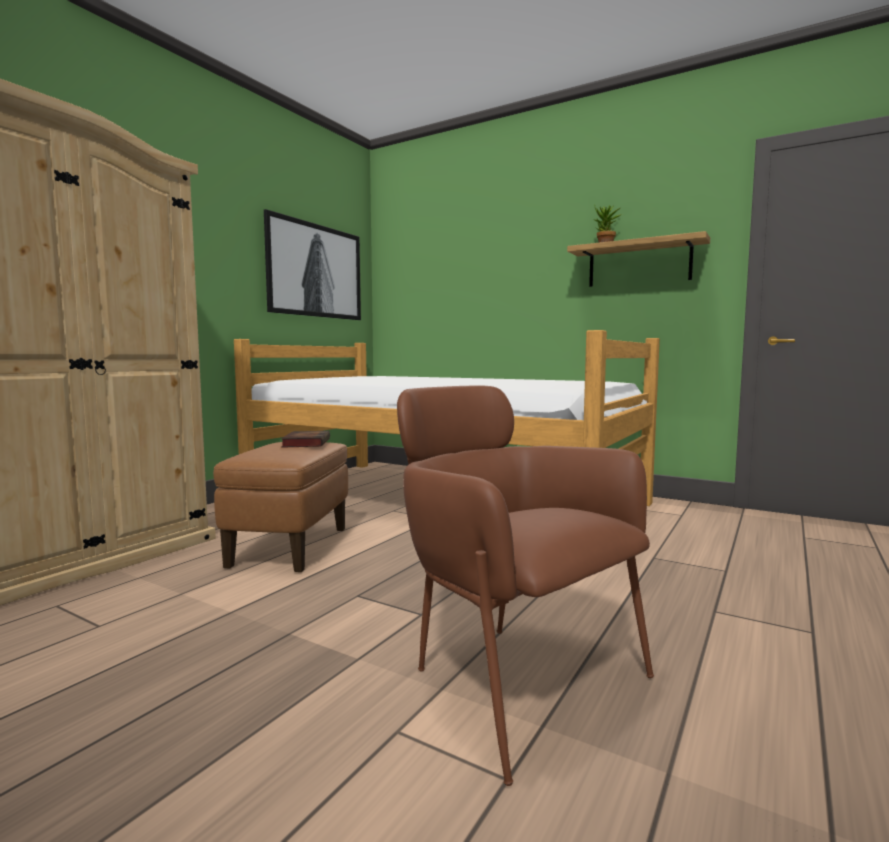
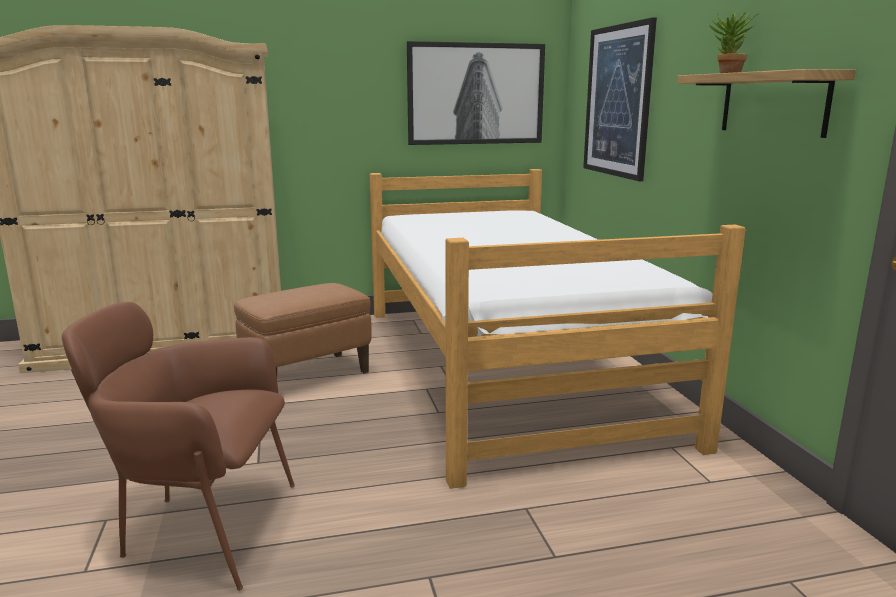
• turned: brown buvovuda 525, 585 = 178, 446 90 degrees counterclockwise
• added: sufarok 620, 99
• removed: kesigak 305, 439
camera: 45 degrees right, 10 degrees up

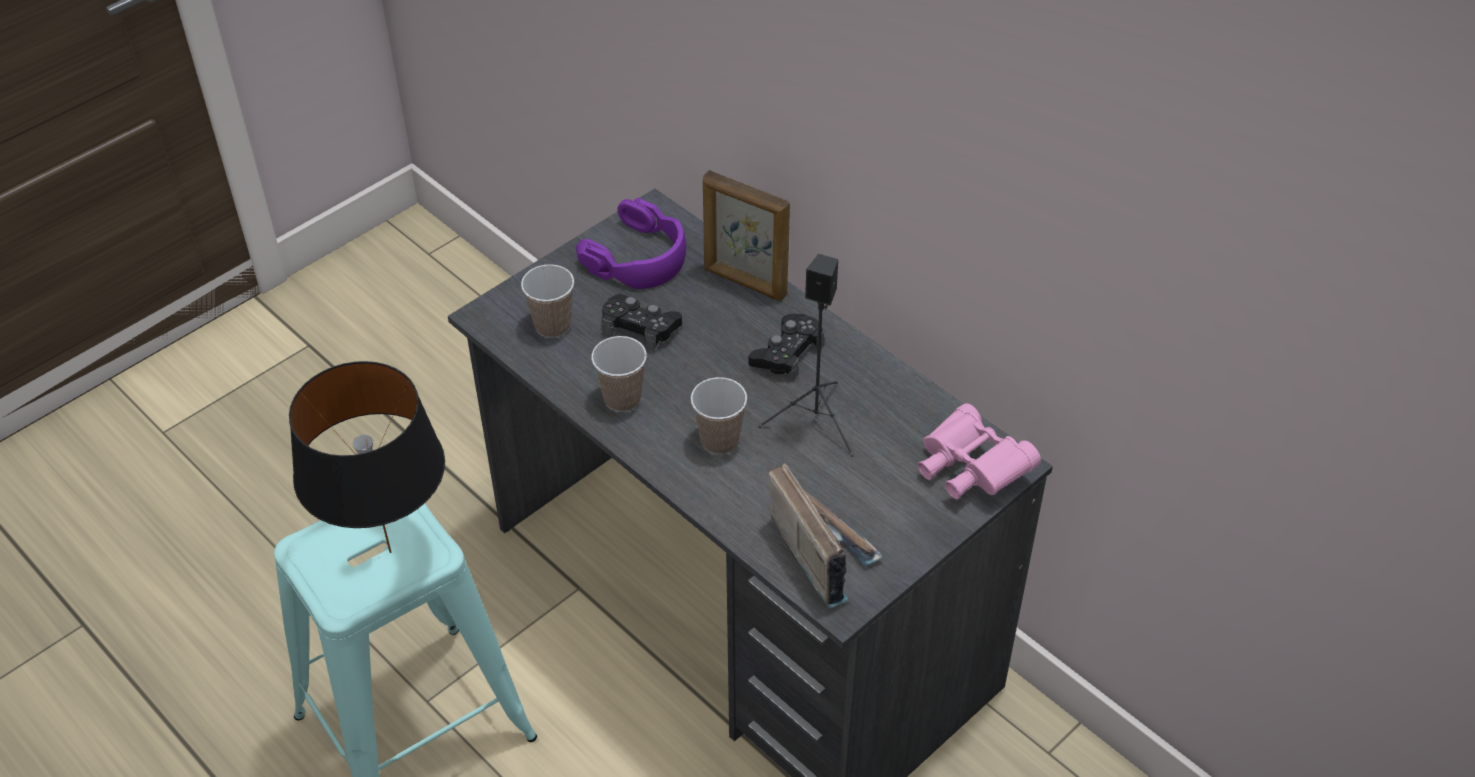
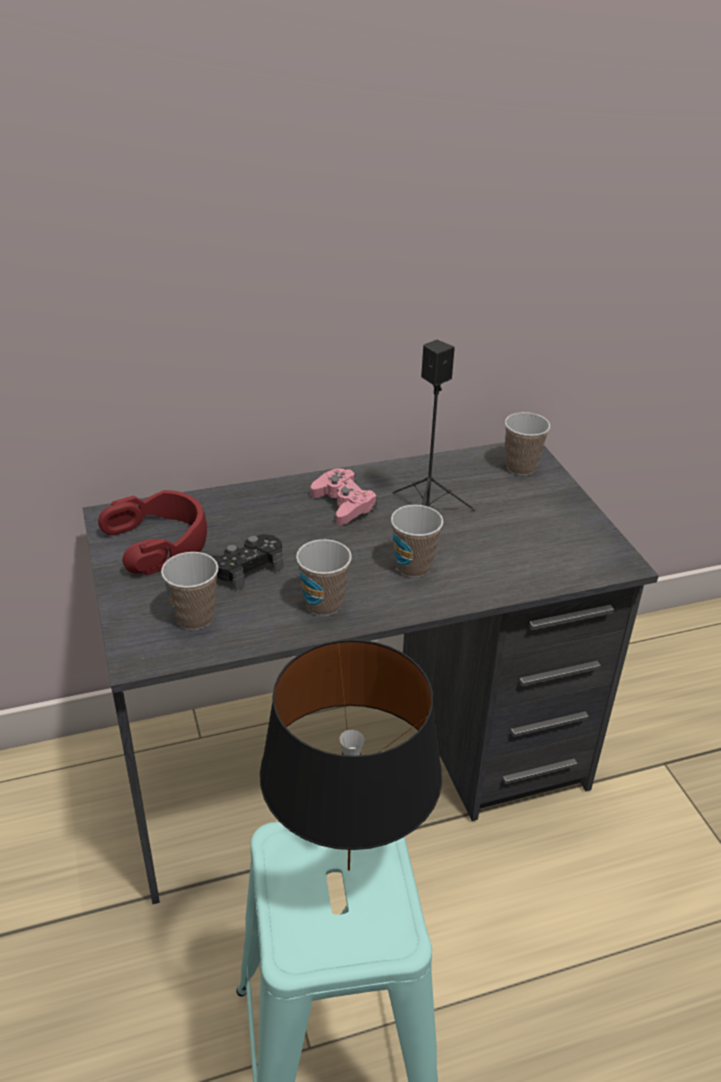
• recoloured: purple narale 631, 243 to red narale 152, 532
• recoloured: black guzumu 786, 347 to pink guzumu 344, 497
• replaced: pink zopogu 979, 451 to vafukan 527, 444
• removed: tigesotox 746, 235
• removed: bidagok 826, 535
camera: 65 degrees left, 10 degrees down

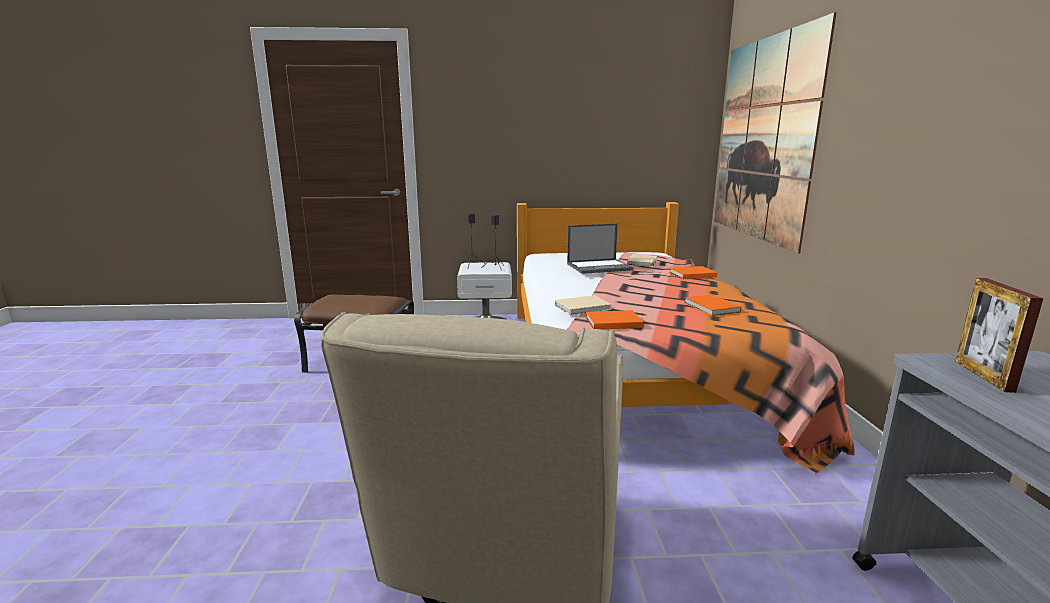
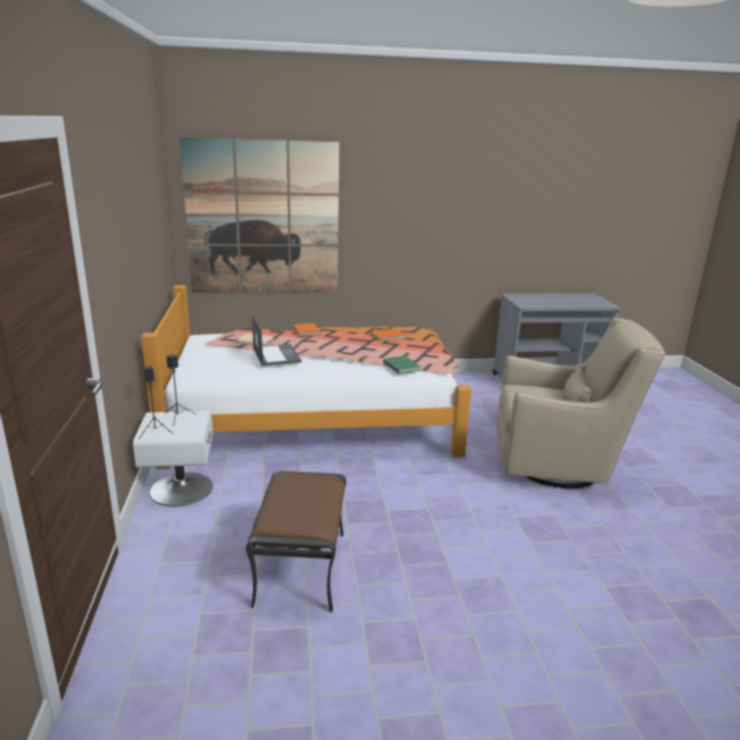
• recoloured: beige kesigak 583, 305 to green kesigak 402, 365
• removed: orange kesigak 615, 320
• removed: tigesotox 999, 335
camera: 95 degrees left, 5 degrees up

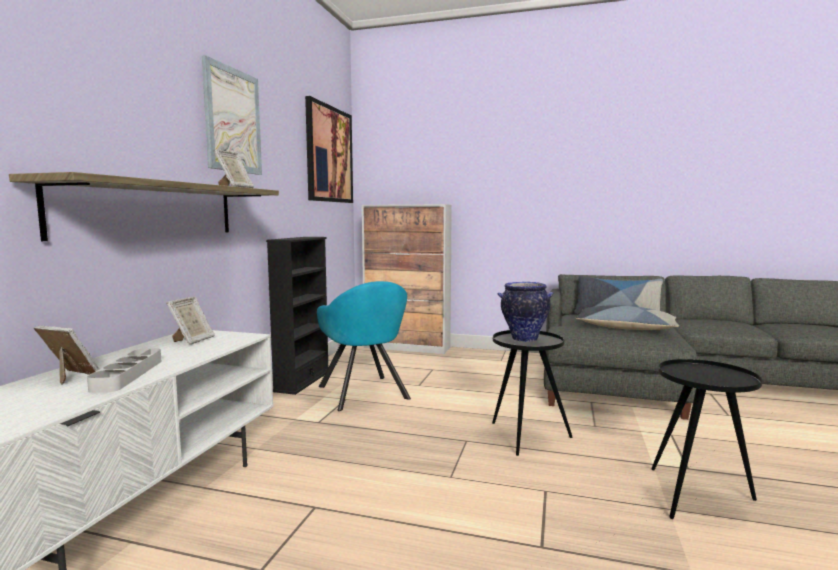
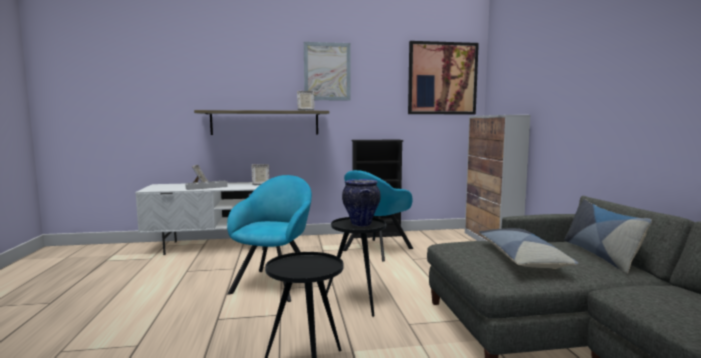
• added: turquoise buvovuda 269, 238
camera: 65 degrees right, 0 degrees up

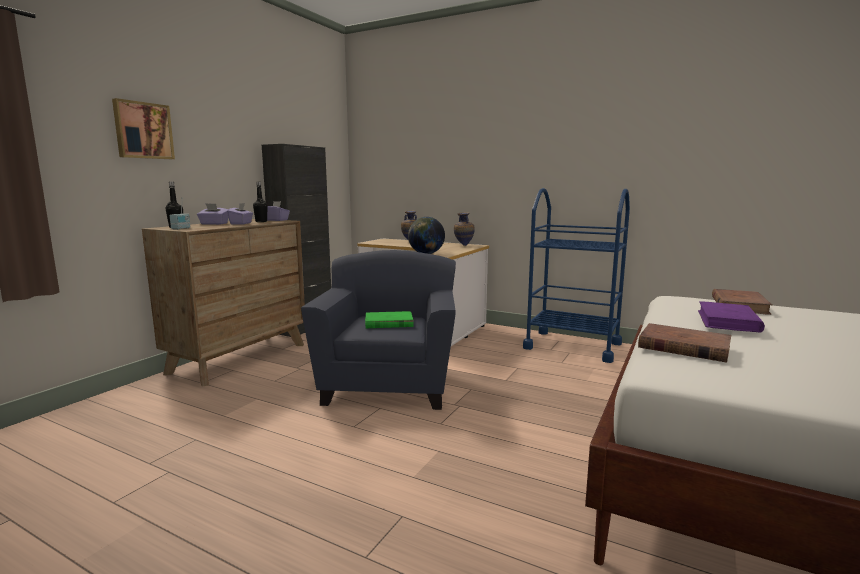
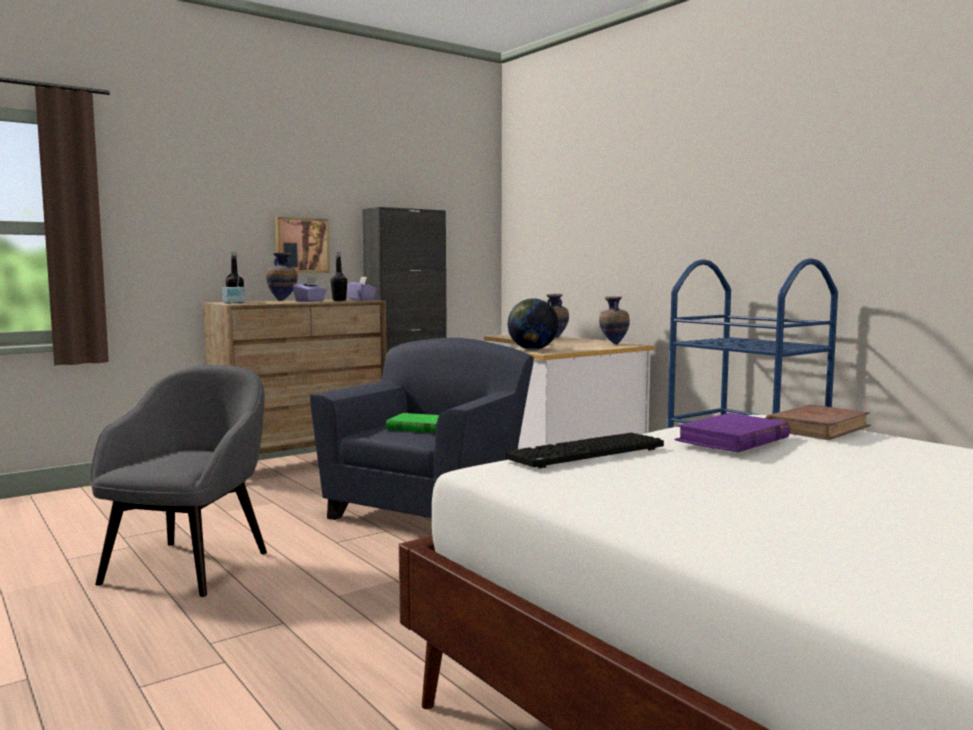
• added: grey buvovuda 179, 481
• replaced: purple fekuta 212, 214 to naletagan 281, 276
• moved: sufarok 143, 128 to 302, 245
• replaced: brown kesigak 684, 343 to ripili 584, 451
camera: 25 degrees right, 5 degrees down

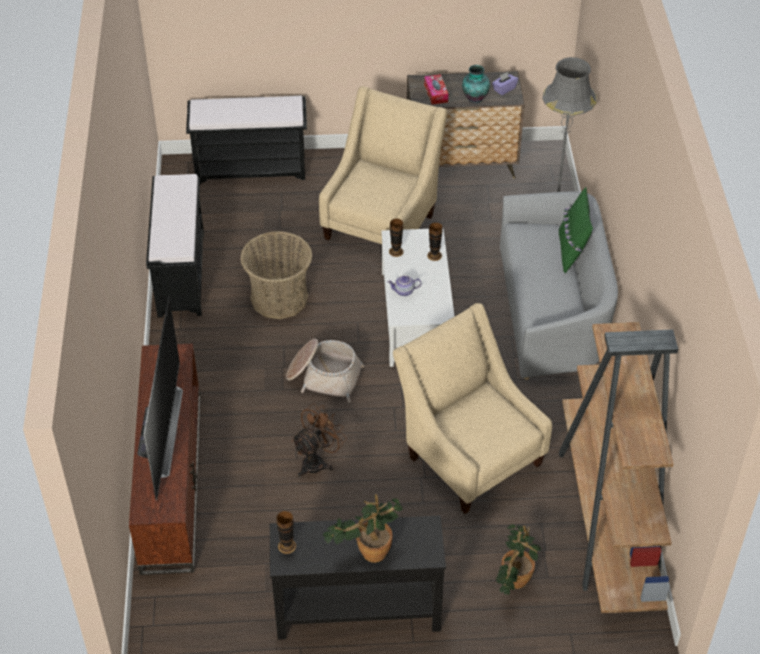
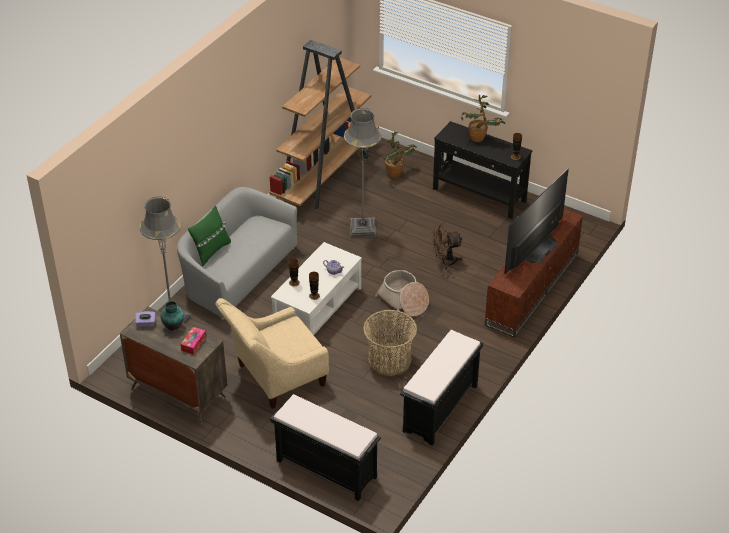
• replaced: beige buvovuda 472, 408 to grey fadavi 363, 173
camera: 145 degrees left, 5 degrees down

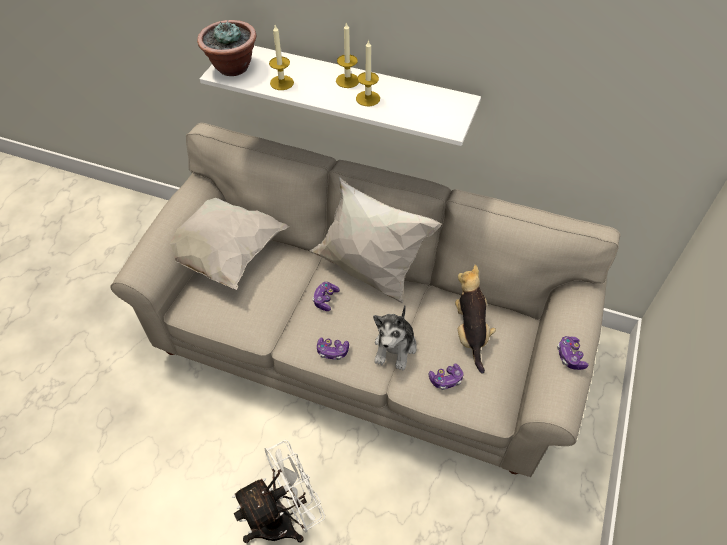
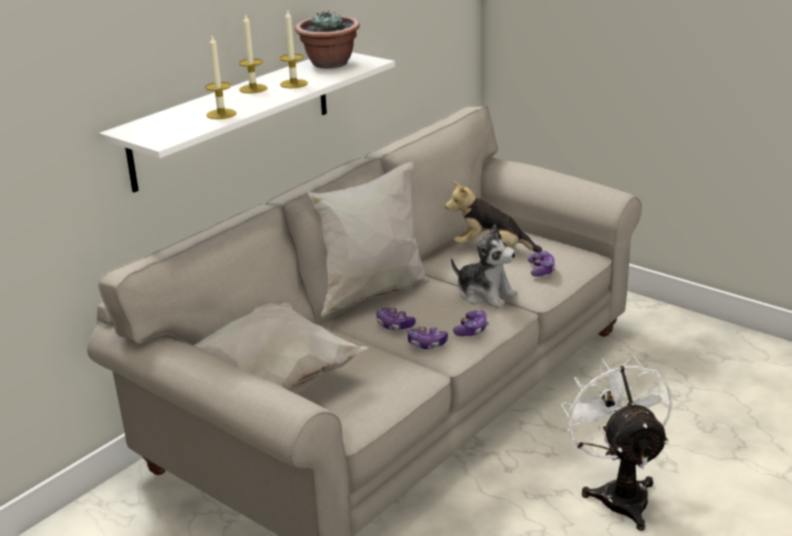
• moved: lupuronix 226, 48 to 327, 40
• moved: guzumu 573, 353 to 428, 337
camera: 70 degrees left, 25 degrees down

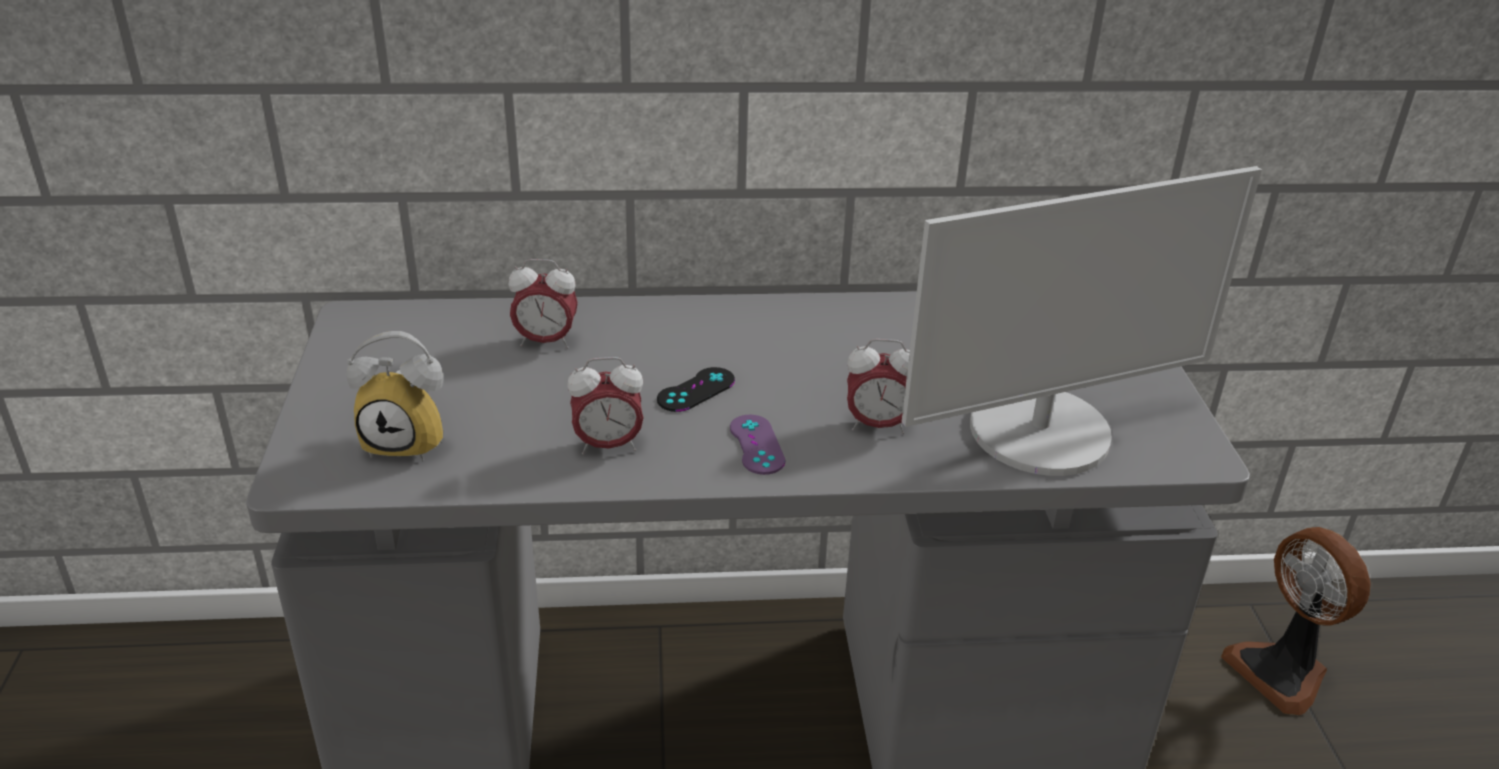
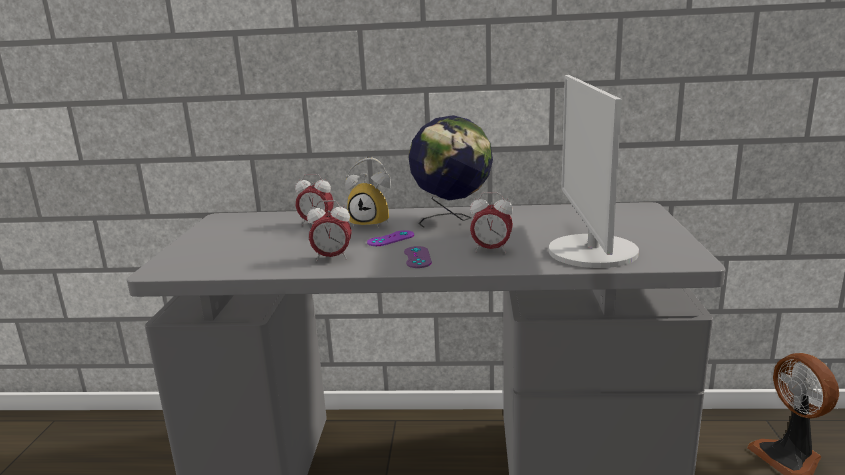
• moved: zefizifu 395, 396 to 368, 193
• recoloured: black guzumu 696, 389 to purple guzumu 390, 238
• added: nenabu 450, 171
• turned: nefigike 1082, 321 = 594, 171 105 degrees clockwise
camera: 10 degrees right, 15 degrees down

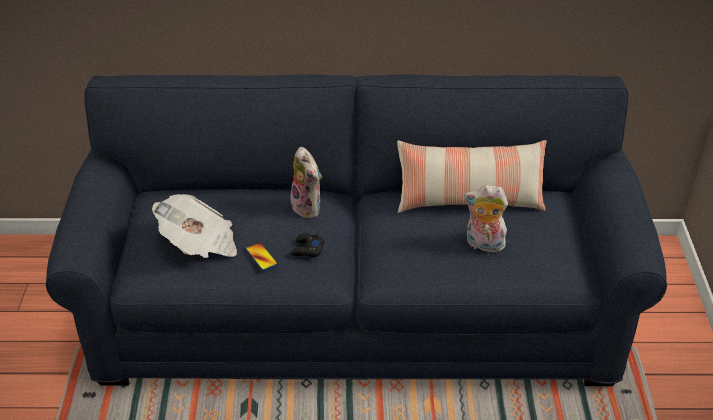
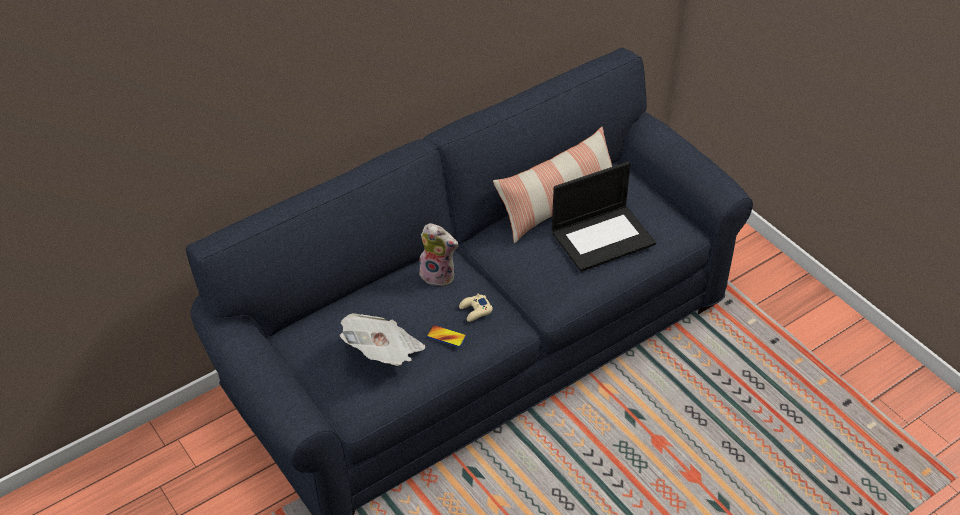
• recoloured: black guzumu 307, 245 to beige guzumu 476, 308
• replaced: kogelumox 486, 219 to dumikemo 604, 217
camera: 35 degrees left, 5 degrees up

